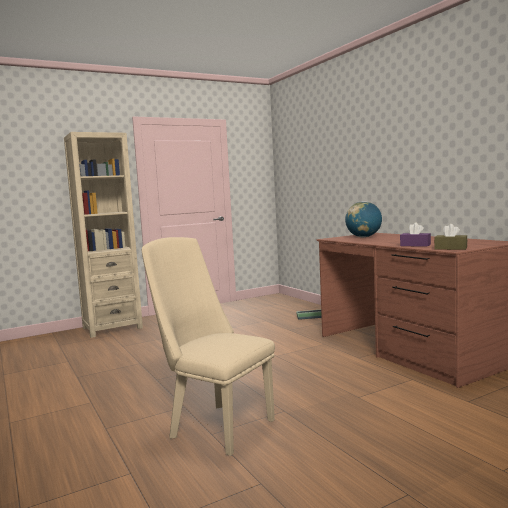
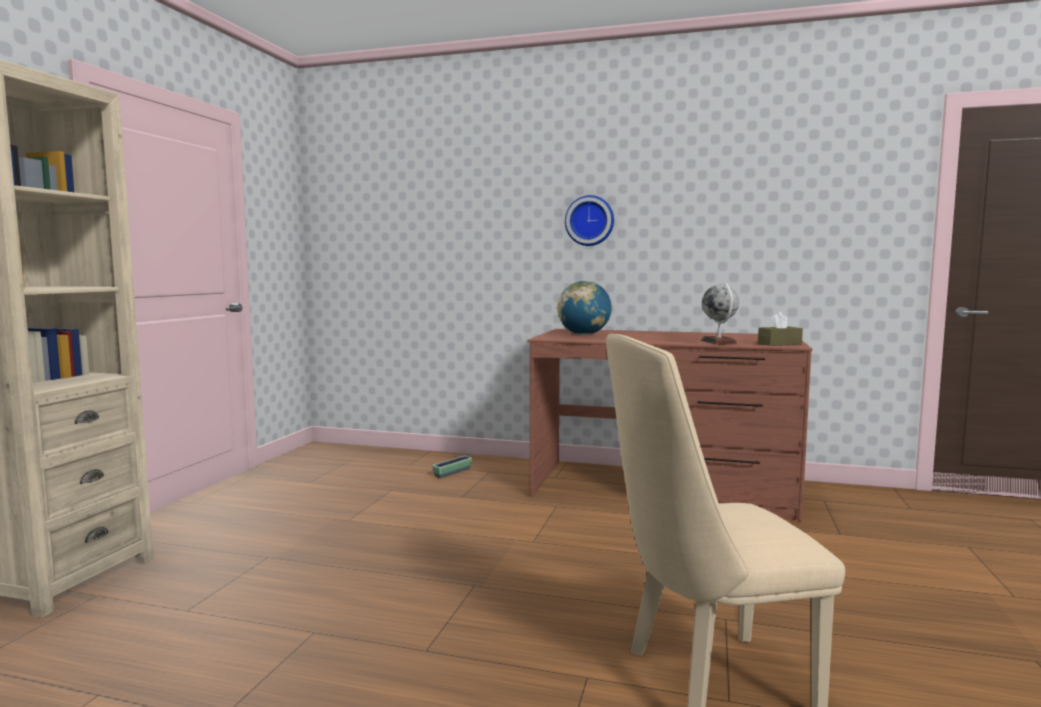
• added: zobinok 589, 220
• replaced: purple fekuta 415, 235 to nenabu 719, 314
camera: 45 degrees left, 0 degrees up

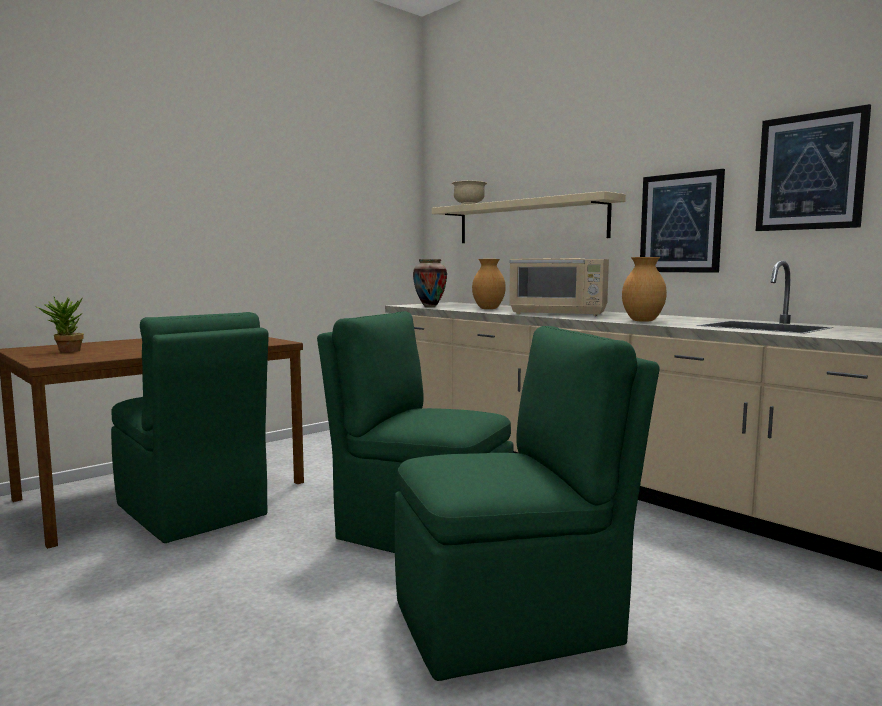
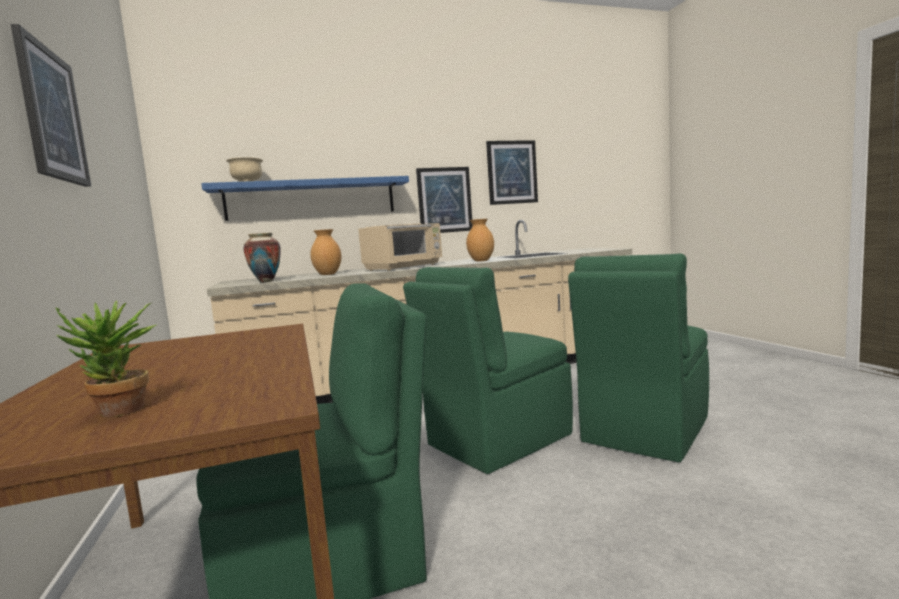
• added: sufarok 51, 105
• recoloured: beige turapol 529, 217 to blue turapol 305, 198
• turned: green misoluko 527, 503 = 638, 358 150 degrees counterclockwise
camera: 65 degrees left, 0 degrees up

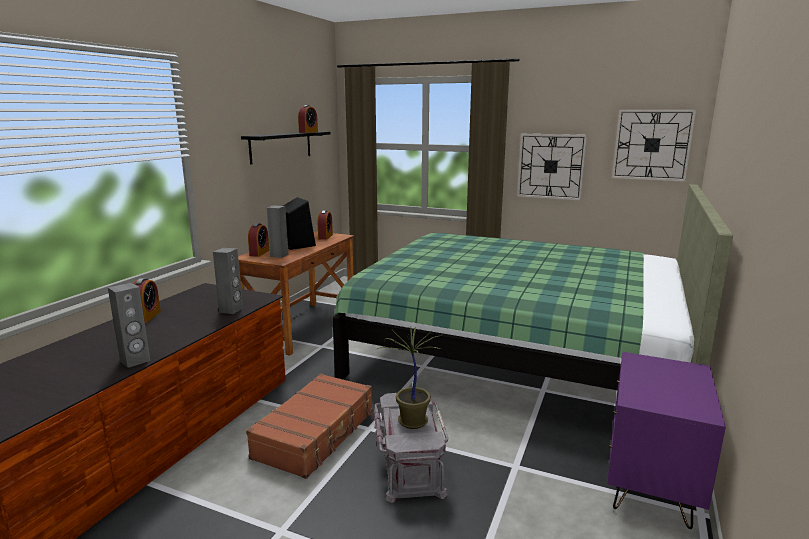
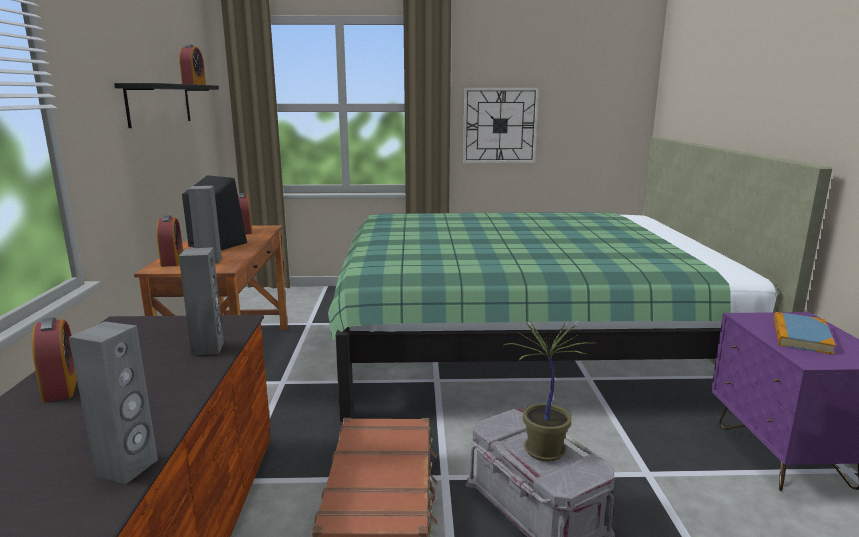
• added: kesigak 805, 333
• removed: zobinok 654, 145
camera: 25 degrees left, 0 degrees up

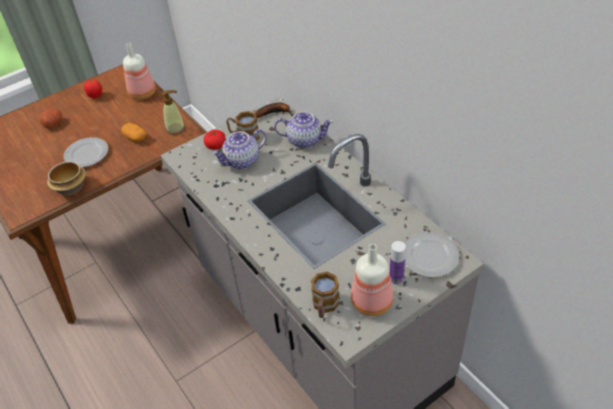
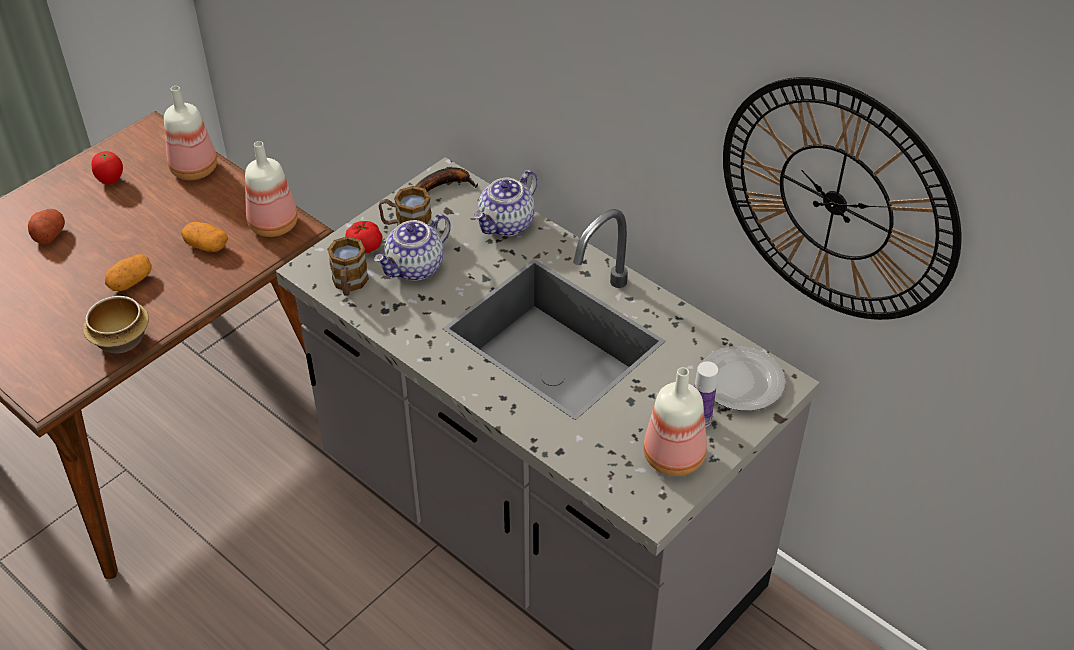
• replaced: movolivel 86, 152 to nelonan 128, 272
• replaced: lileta 173, 112 to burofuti 271, 189
• moved: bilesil 325, 295 to 348, 266
• turned: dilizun 303, 130 = 505, 203 135 degrees clockwise
• added: zobinok 842, 198
camera: 15 degrees left, 0 degrees up

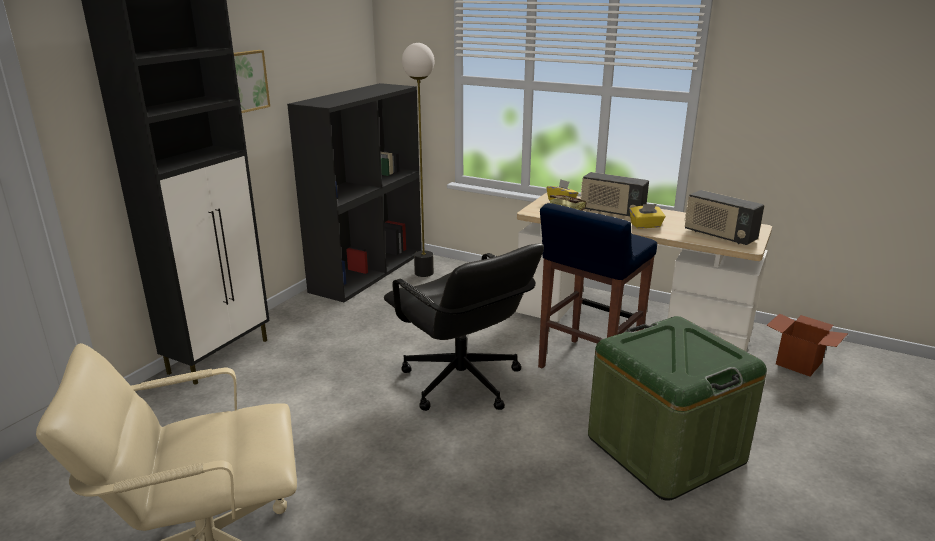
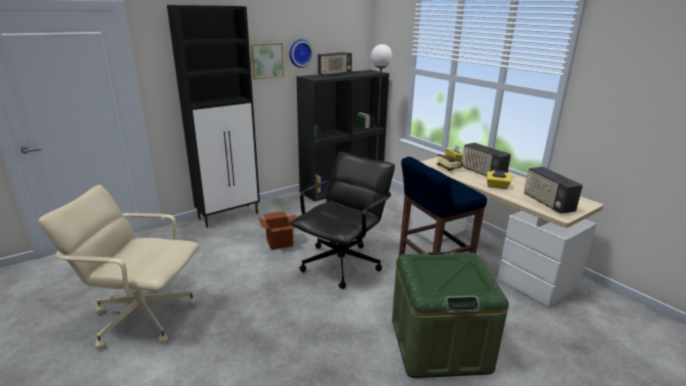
• moved: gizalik 807, 345 to 277, 230
• added: zobinok 301, 53
• turned: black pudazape 464, 327 = 342, 220 135 degrees counterclockwise
• added: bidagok 335, 64
camera: 25 degrees right, 0 degrees up

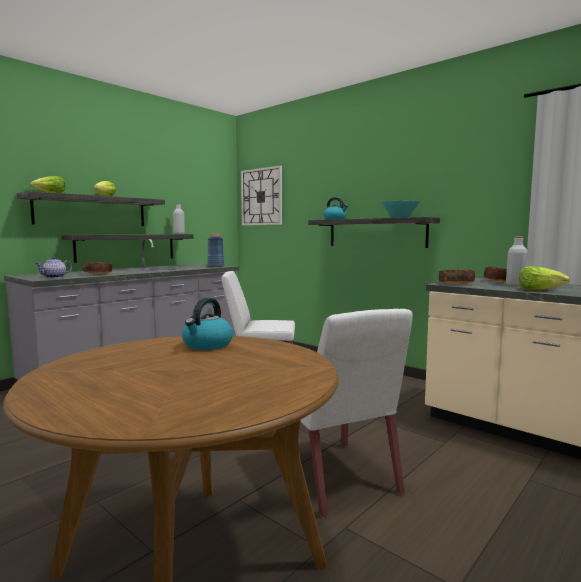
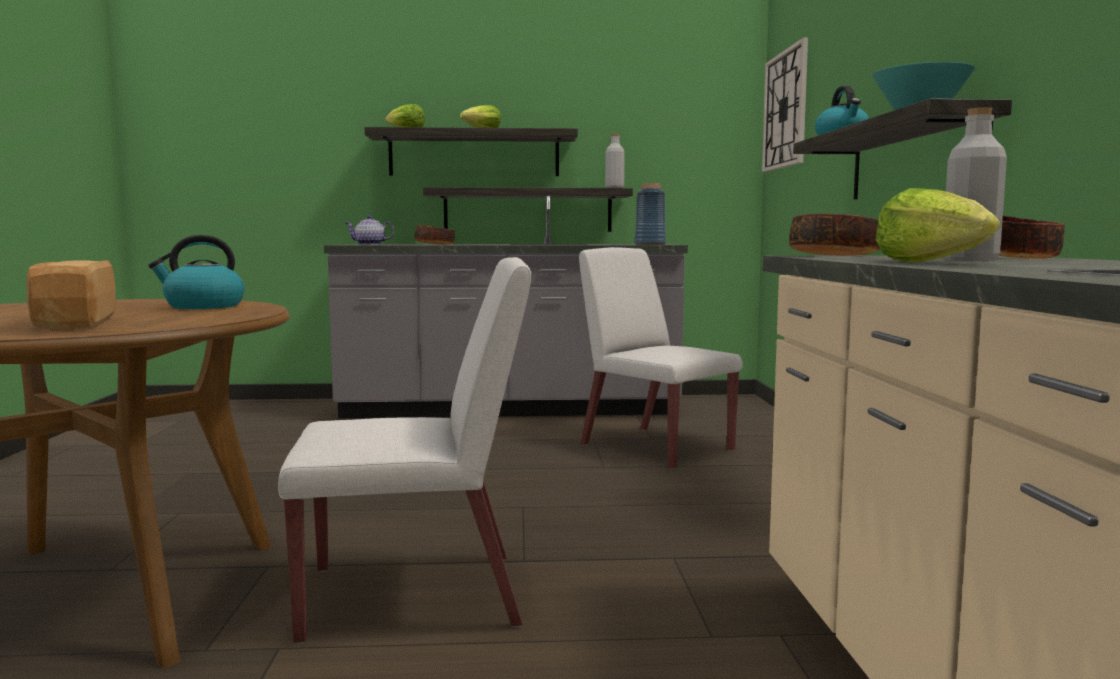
• added: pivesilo 71, 294
• turned: white misoluko 344, 413 = 404, 450 120 degrees counterclockwise
camera: 45 degrees right, 0 degrees up

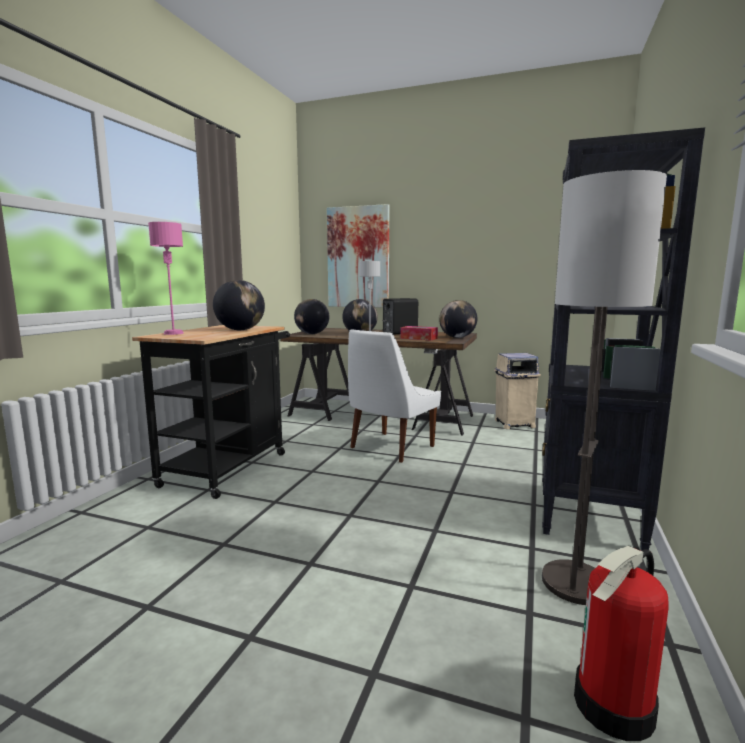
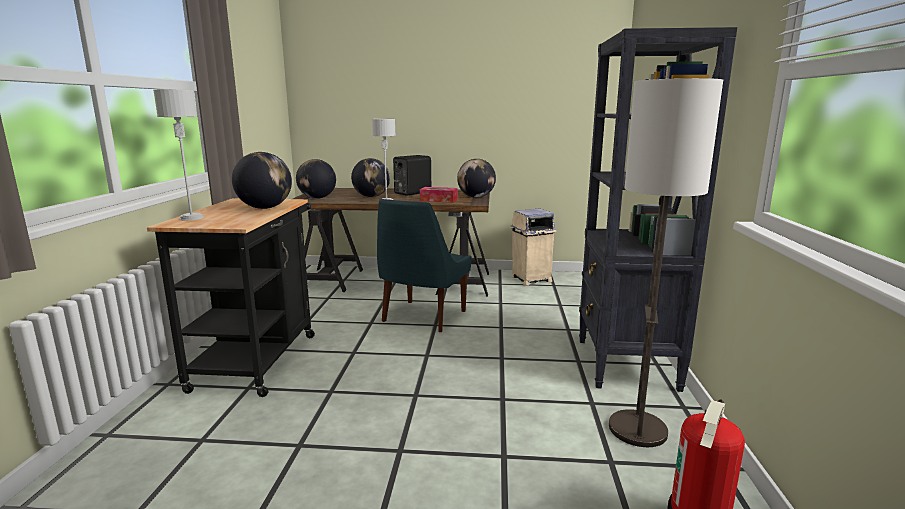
• recoloured: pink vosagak 166, 278 to grey vosagak 178, 155
• recoloured: white misoluko 394, 396 to blue misoluko 424, 265
• removed: sufarok 358, 256
camera: 15 degrees left, 5 degrees up

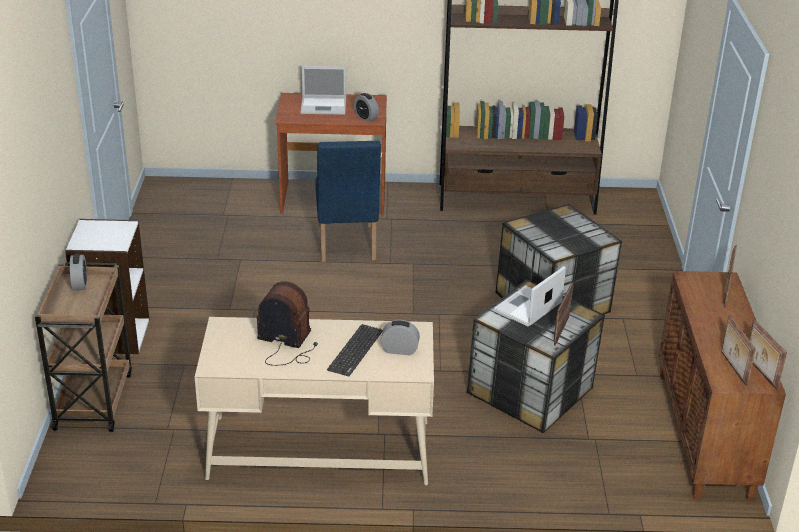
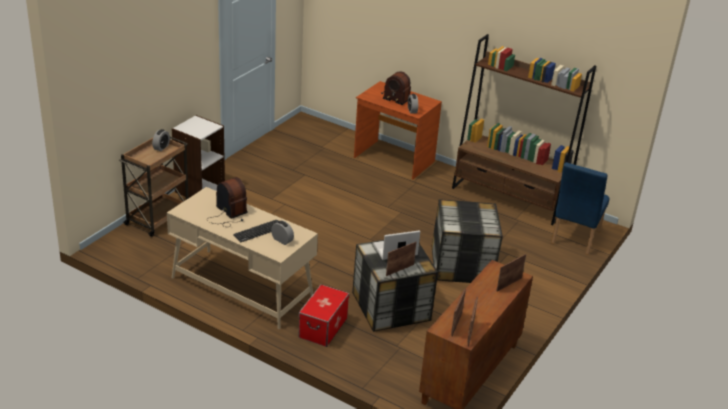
• added: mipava 323, 315
• replaced: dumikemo 323, 90 to bidagok 396, 88
• moved: blue misoluko 348, 201 to 580, 208
camera: 30 degrees right, 0 degrees up

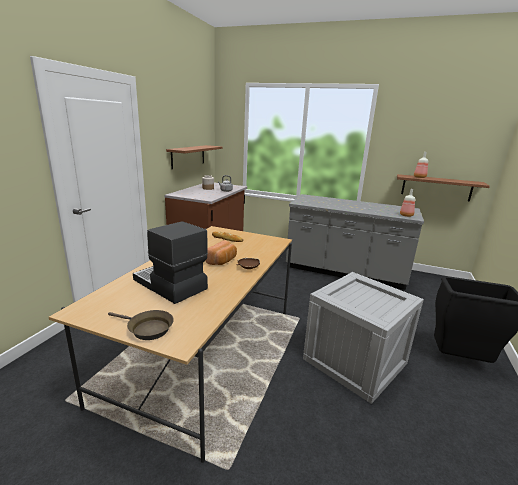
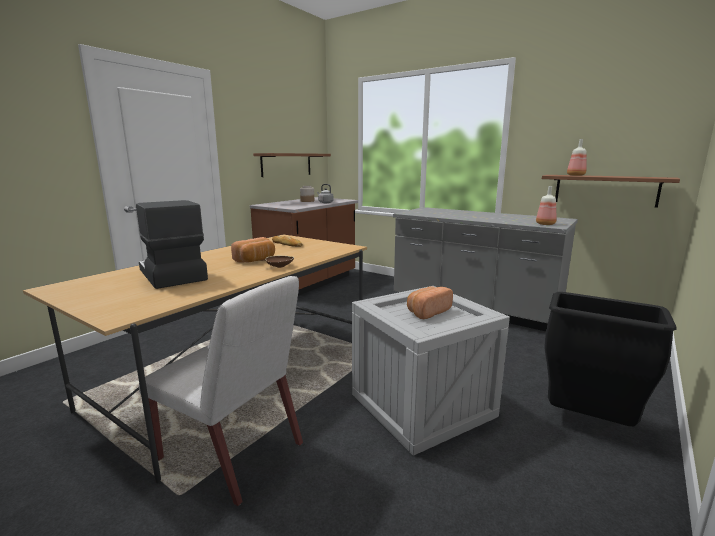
• added: white misoluko 221, 391
• added: pivesilo 430, 303
• removed: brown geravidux 141, 325
camera: 15 degrees right, 5 degrees down

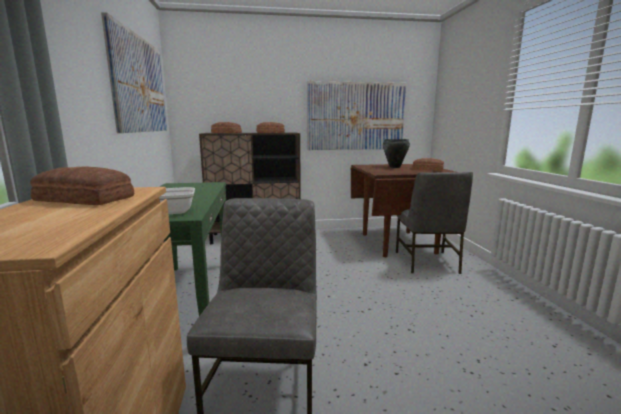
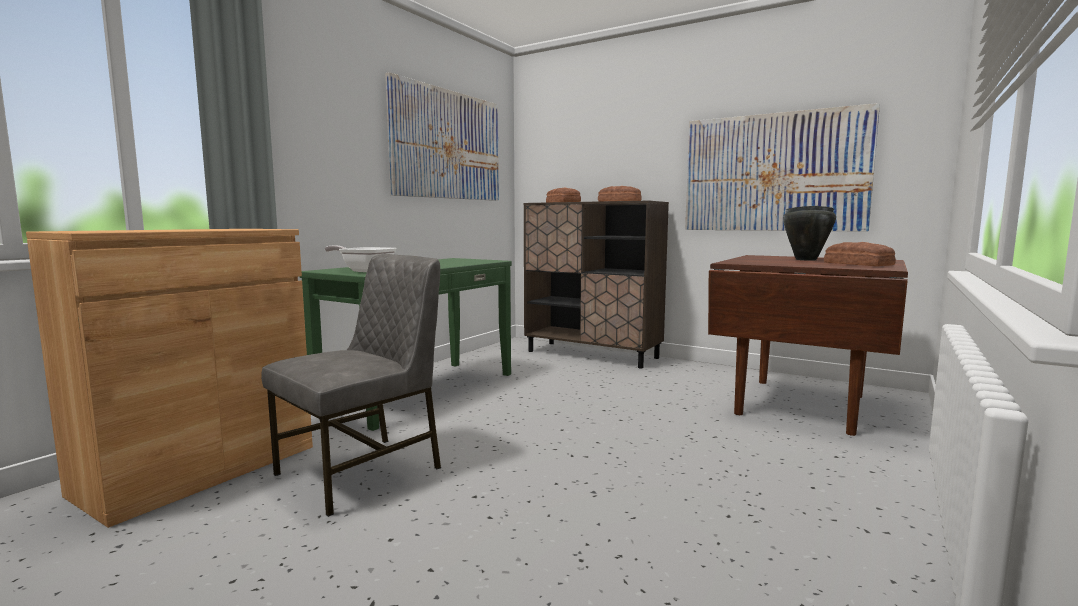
• removed: pivesilo 82, 185
• removed: grey misoluko 434, 223
camera: 40 degrees right, 5 degrees down

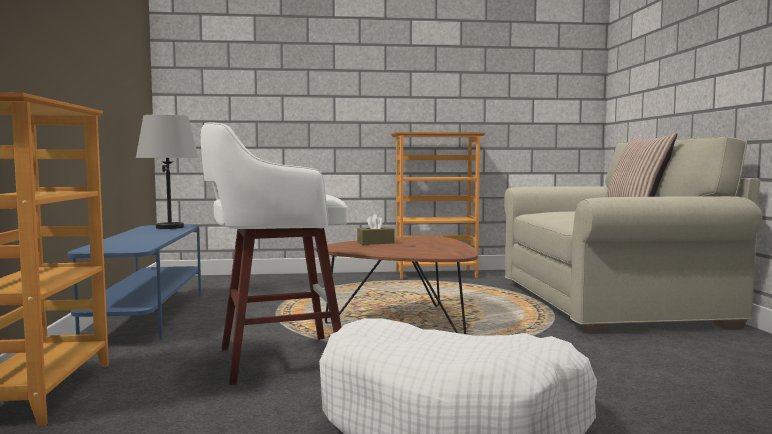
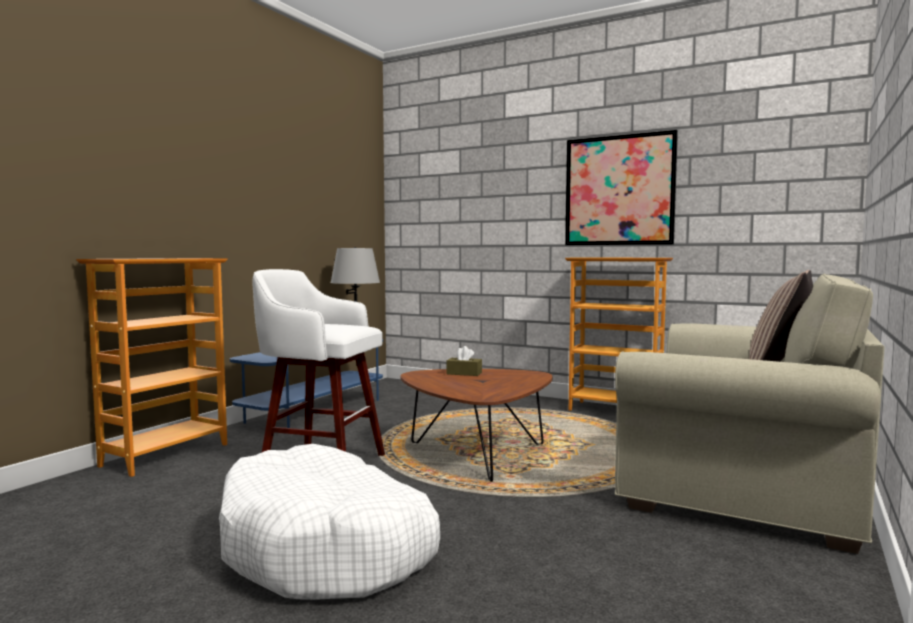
• added: sufarok 621, 187
camera: 35 degrees right, 0 degrees up

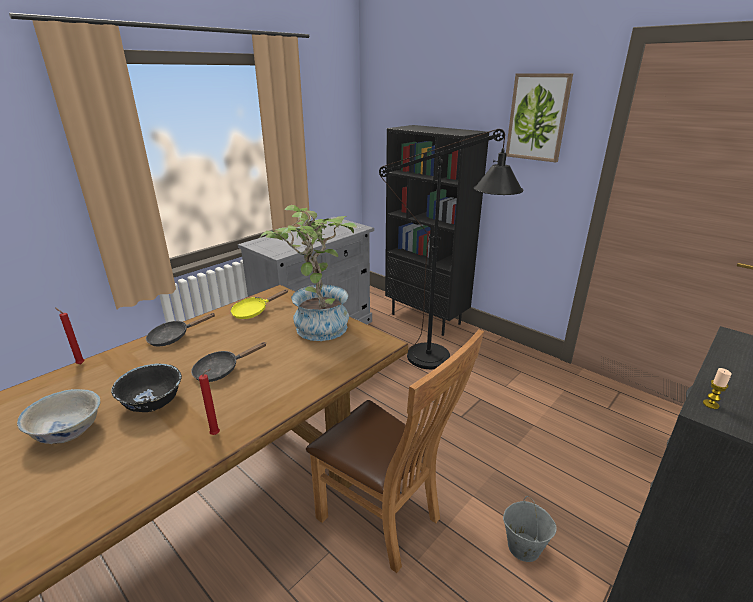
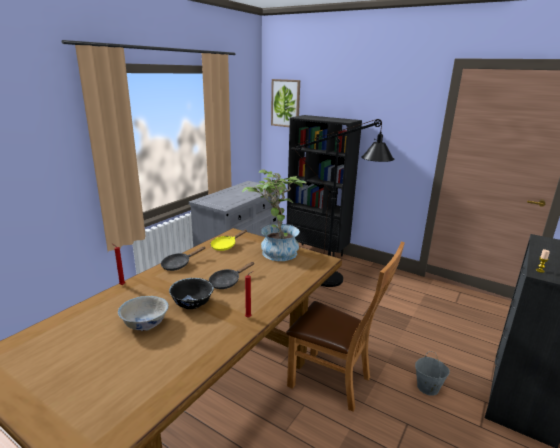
• moved: sufarok 539, 117 to 285, 103
camera: 10 degrees left, 5 degrees down

